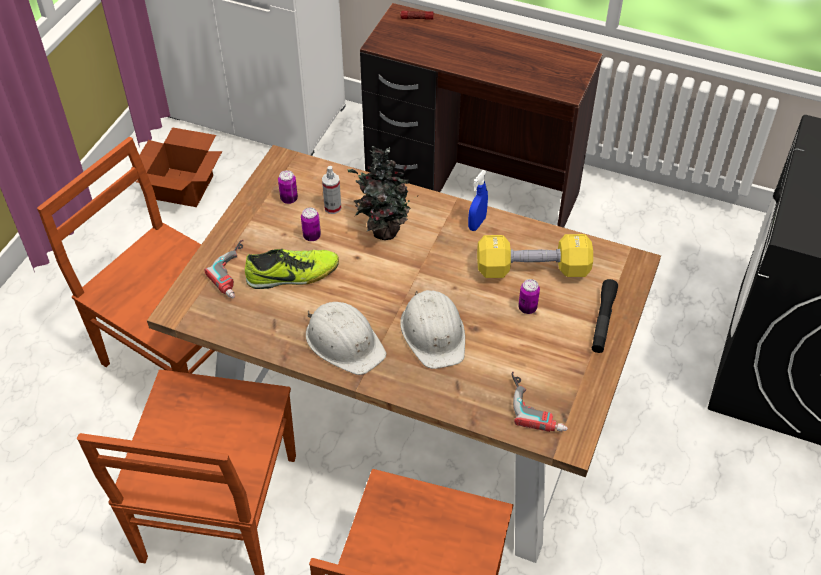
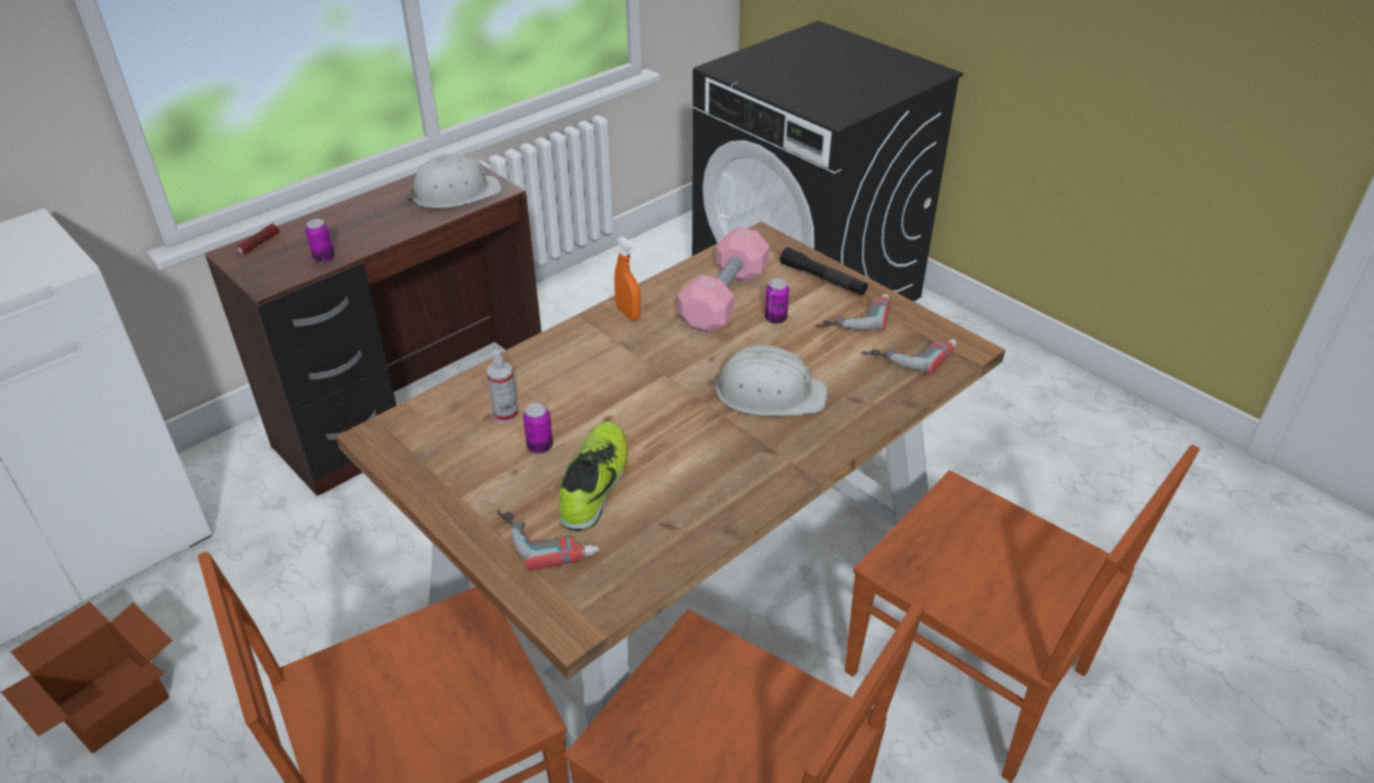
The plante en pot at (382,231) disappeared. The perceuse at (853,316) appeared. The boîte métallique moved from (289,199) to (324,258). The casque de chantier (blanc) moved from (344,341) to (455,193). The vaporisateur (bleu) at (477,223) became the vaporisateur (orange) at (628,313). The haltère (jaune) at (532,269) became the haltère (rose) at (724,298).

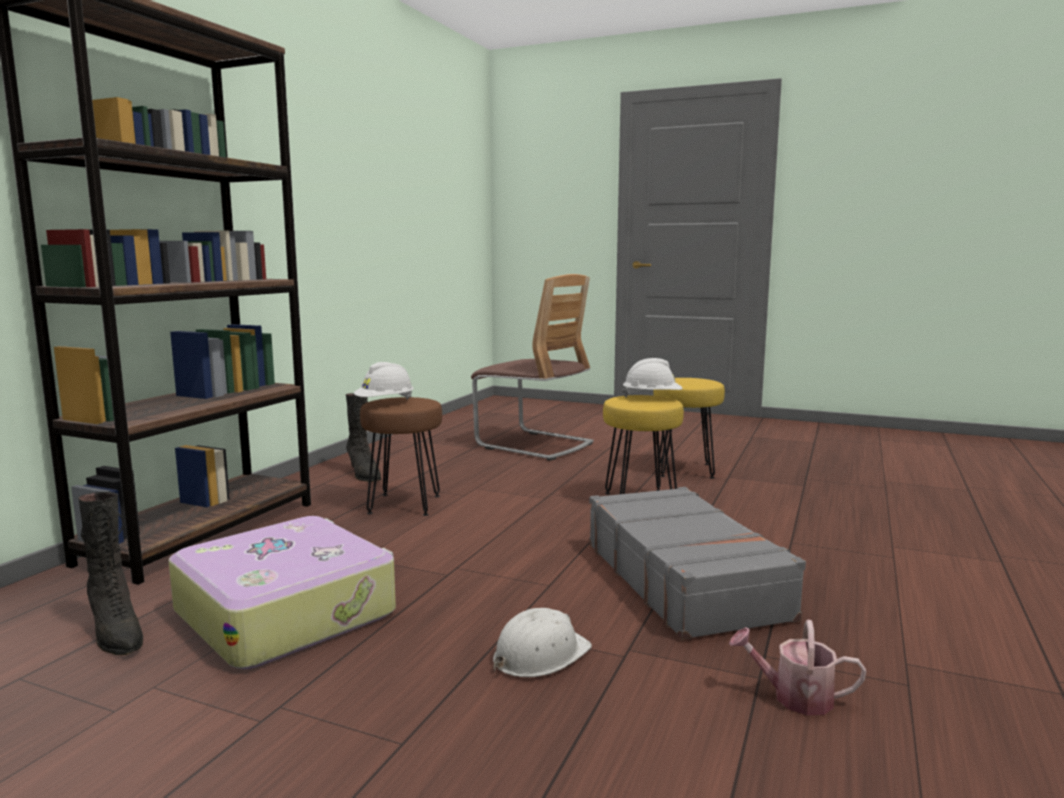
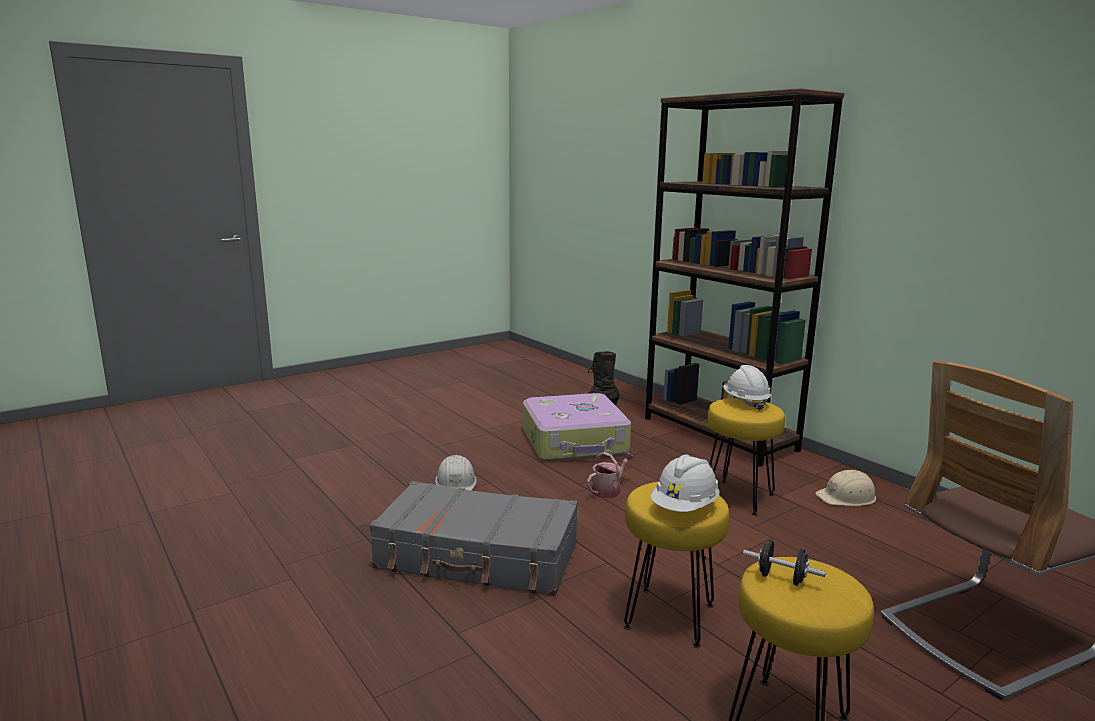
The haltère (noir) at (781,578) appeared. The arrosoir moved from (794,697) to (609,490). The botte (noir) at (364,474) was replaced by the casque de chantier (beige) at (847,497). The tabouret (marron) at (405,504) became the tabouret (jaune) at (738,498).

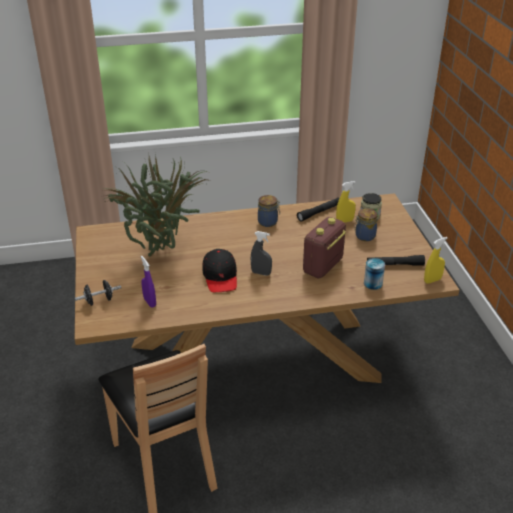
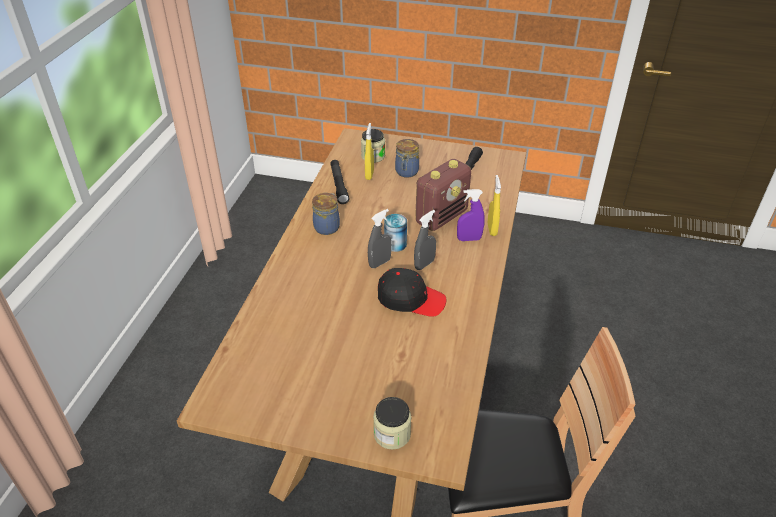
The plante en pot at (163,252) disappeared. The vaporisateur (gris) at (379,263) appeared. The vaporisateur (violet) moved from (149,302) to (469,239). The boîte métallique moved from (373,283) to (395,244). The vaporisateur (jaune) moved from (432,280) to (492,229). The haltère (noir) at (99,301) was replaced by the bocal at (392,434). The radio at (322,267) turned 105 degrees counterclockwise.

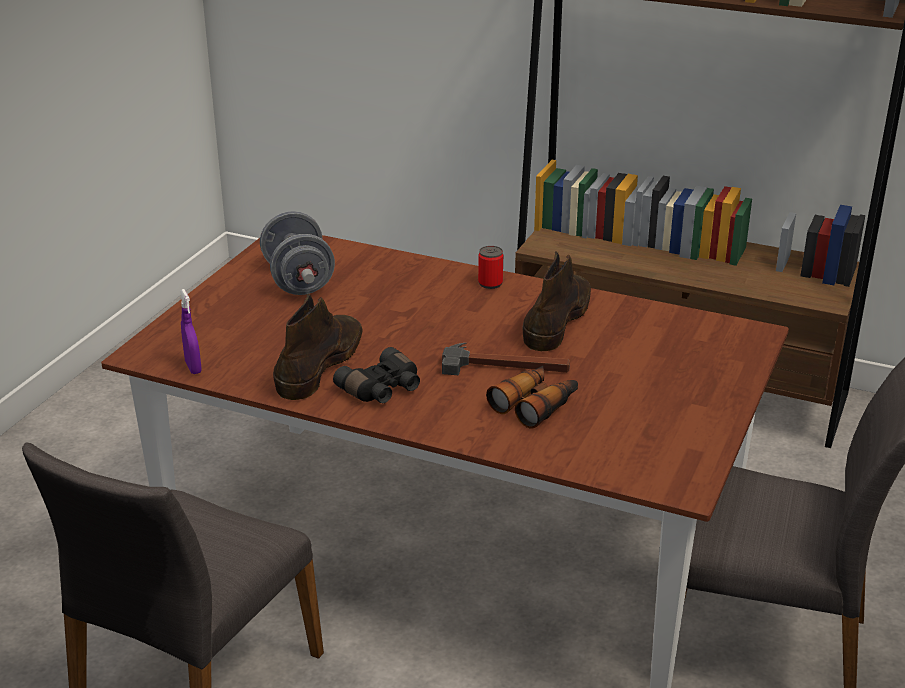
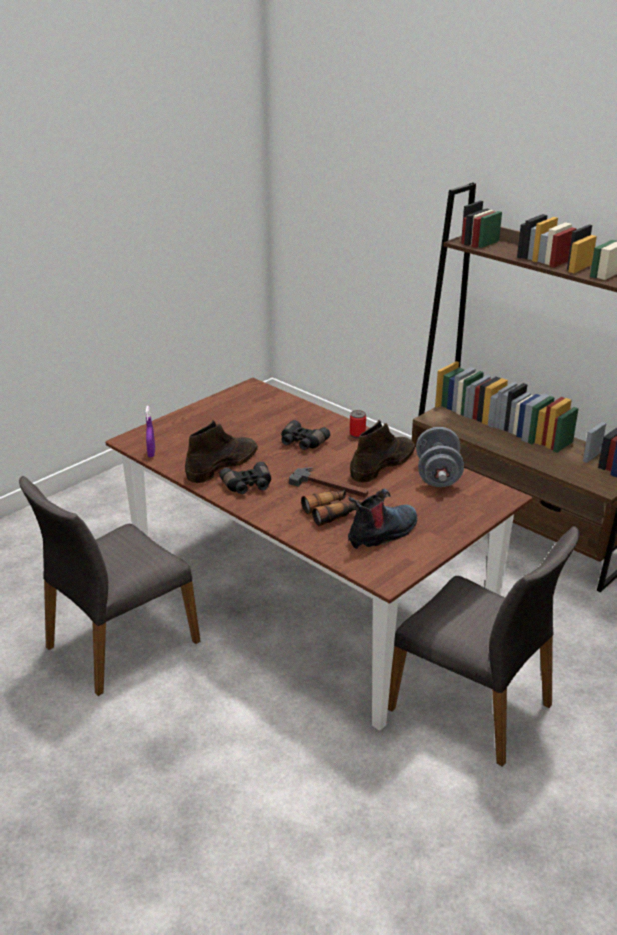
The jumelles (noir) at (302,443) appeared. The botte at (383,534) appeared. The haltère (gris) moved from (298,280) to (438,475).

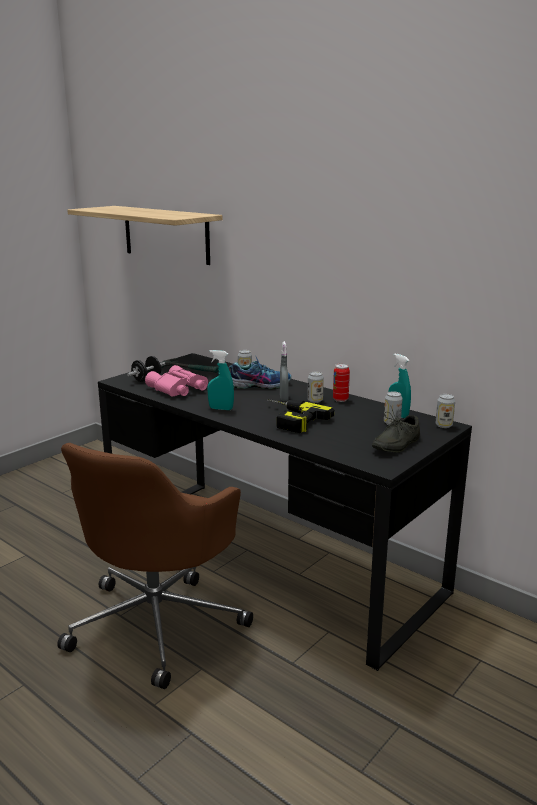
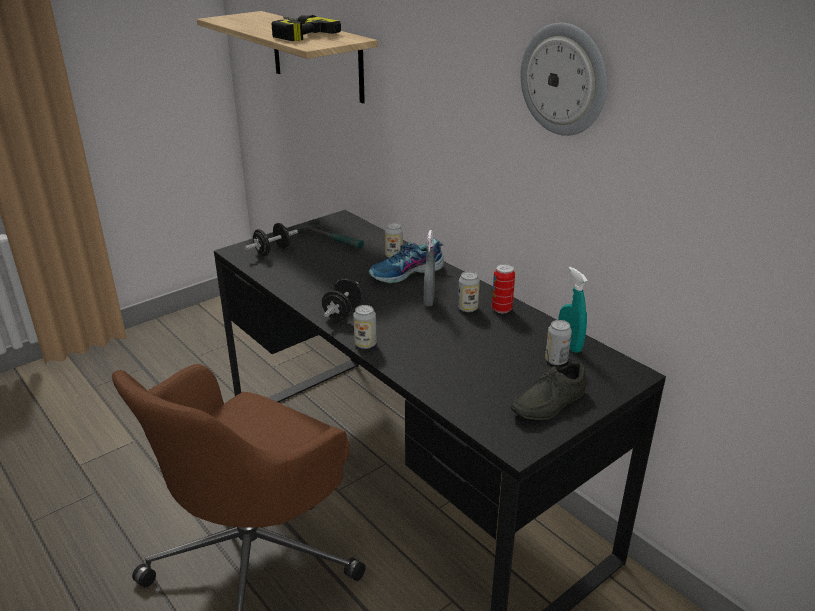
The jumelles (rose) at (178,389) disappeared. The horloge murale at (564,80) appeared. The perceuse moved from (288,419) to (294,33). The boîte métallique moved from (444,425) to (365,344). The vaporisateur (turquoise) at (221,409) was replaced by the haltère (noir) at (343,312). The chaussure at (259,385) turned 150 degrees clockwise.

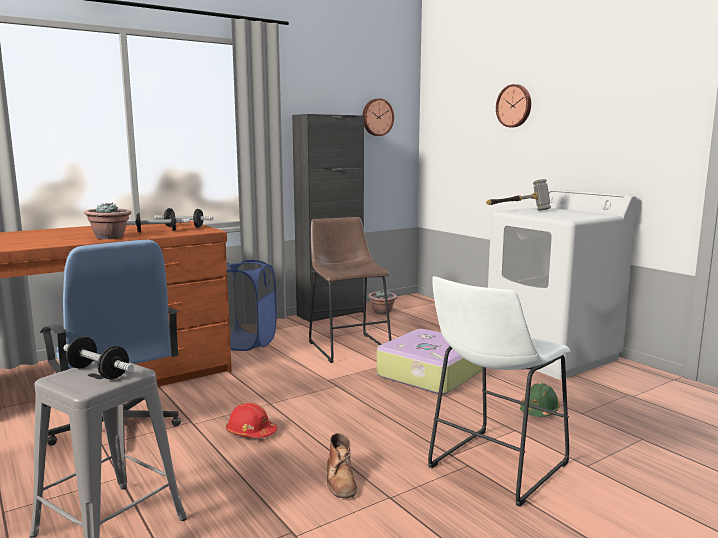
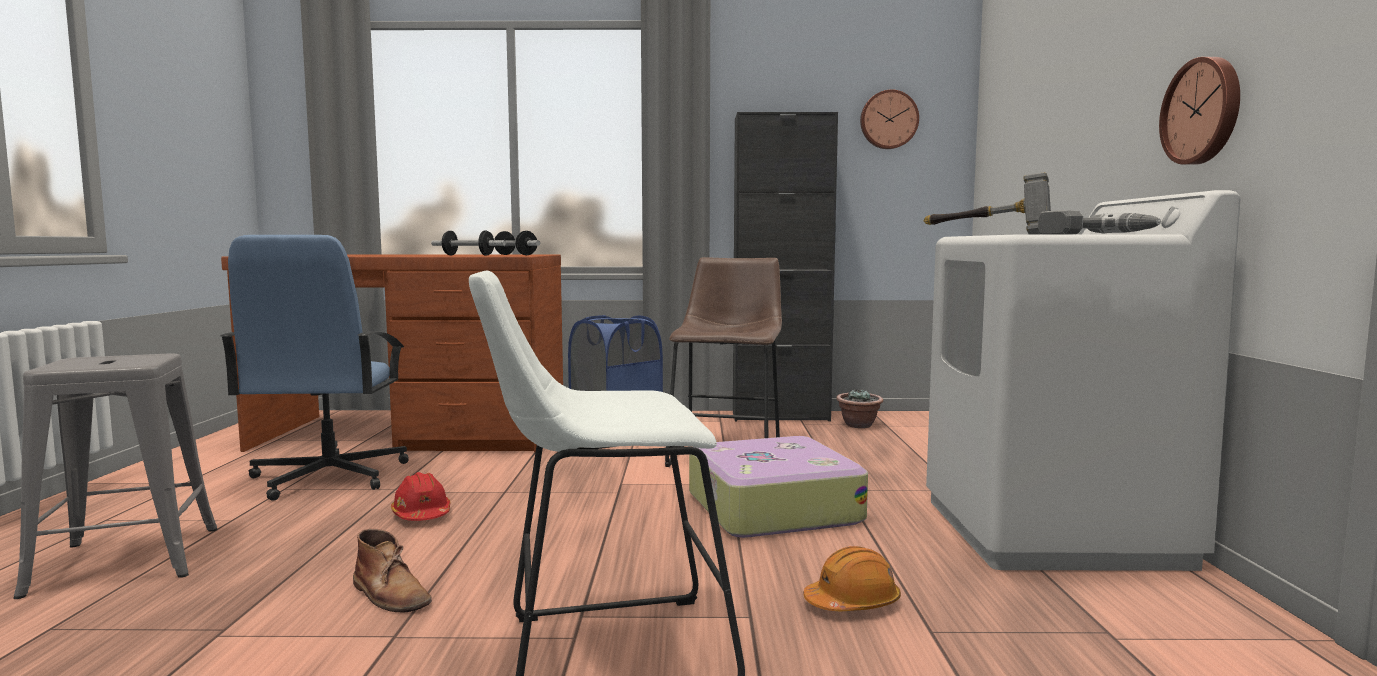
The haltère at (98,372) disappeared. The plante en pot at (110,237) disappeared. The perceuse at (1097,234) appeared. The horloge murale moved from (514,106) to (1203,111). The casque de chantier (vert) at (539,411) became the casque de chantier (orange) at (852,603). The botte (marron) at (340,480) turned 75 degrees counterclockwise.

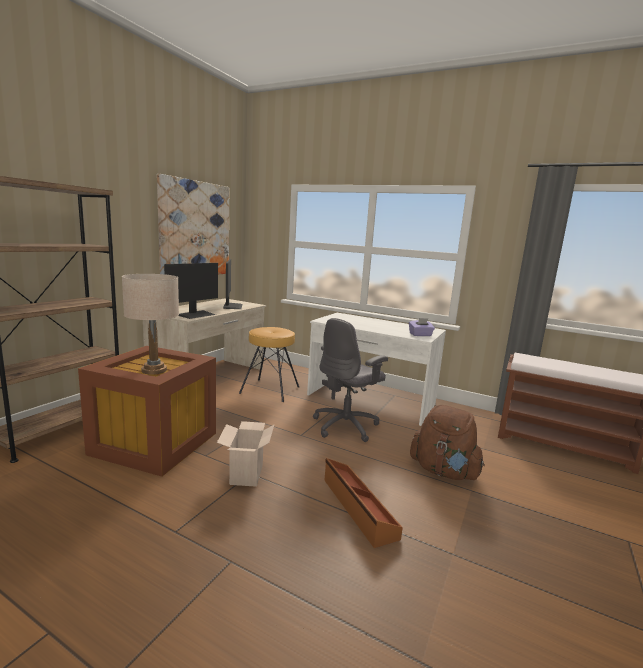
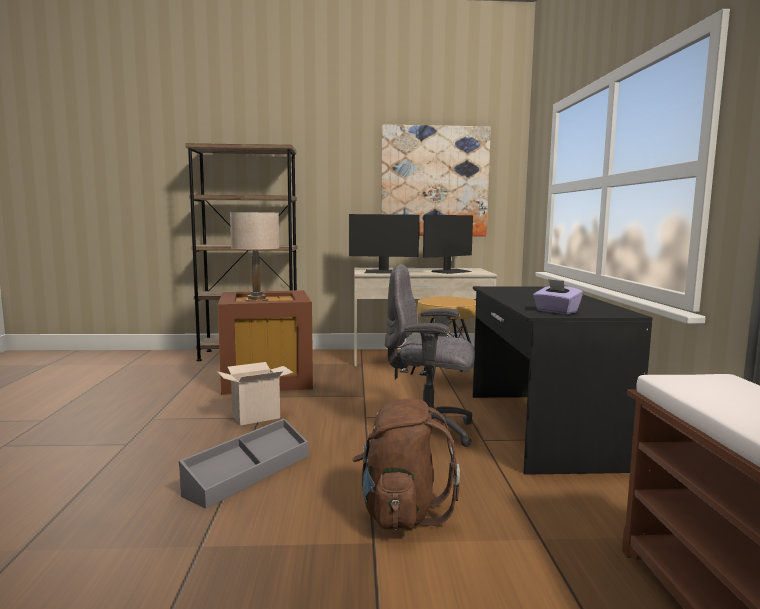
The bureau (blanc) at (370,400) became the bureau (noir) at (539,428). The boîte de rangement (marron) at (357,507) became the boîte de rangement (gris) at (248,474).

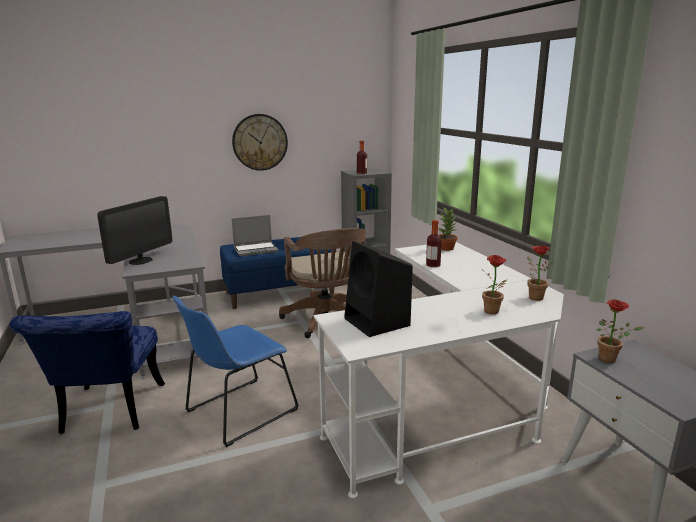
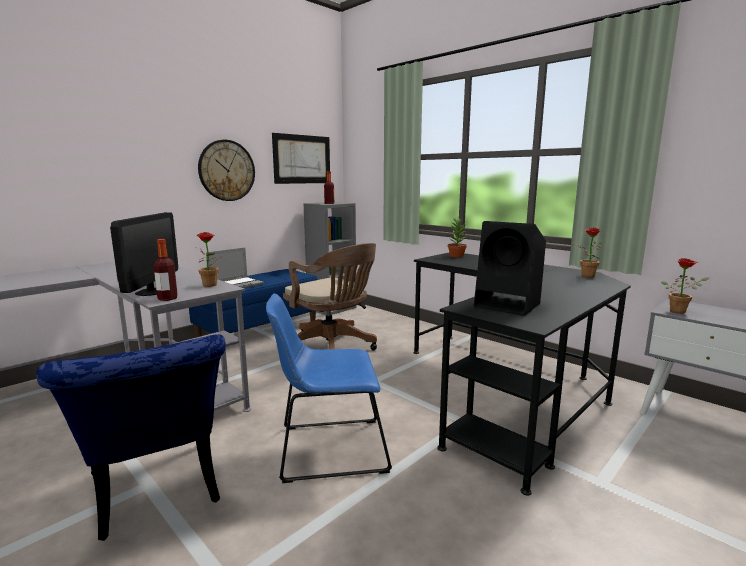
The tableau at (302,159) appeared. The bouteille moved from (433,265) to (167,298). The plante en pot moved from (493,312) to (211,285). The bureau (blanc) at (446,400) became the bureau (noir) at (509,390). The chaise (bleu) at (237,412) turned 60 degrees clockwise.

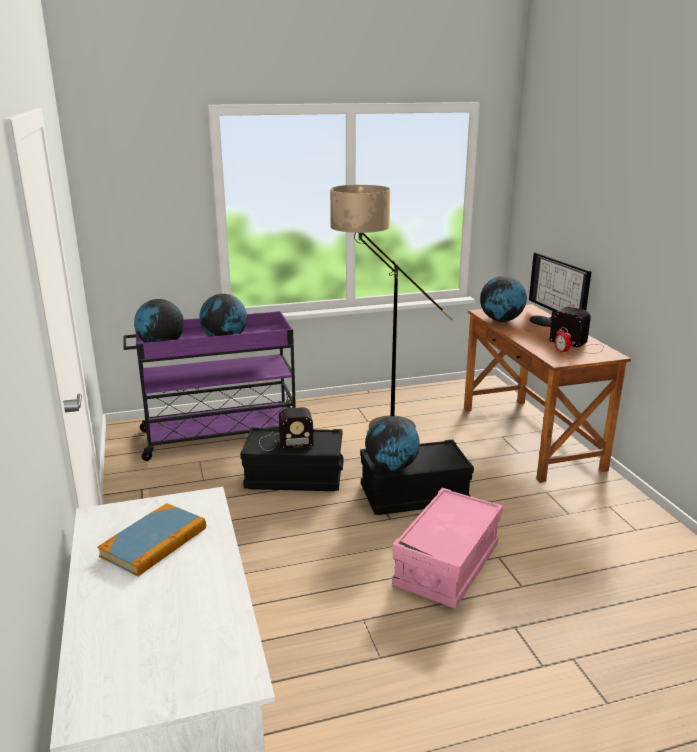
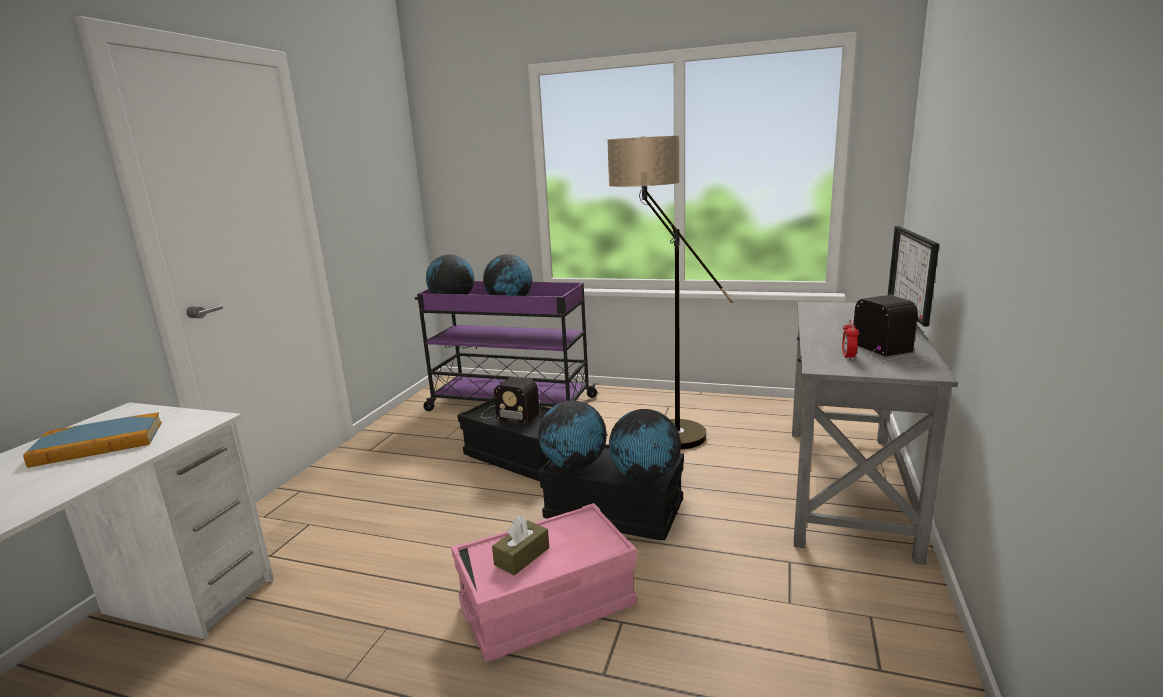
The boîte à mouchoirs (marron) at (522,556) appeared. The globe moved from (501,320) to (645,477). The bureau (marron) at (530,437) became the bureau (gris) at (847,487).

